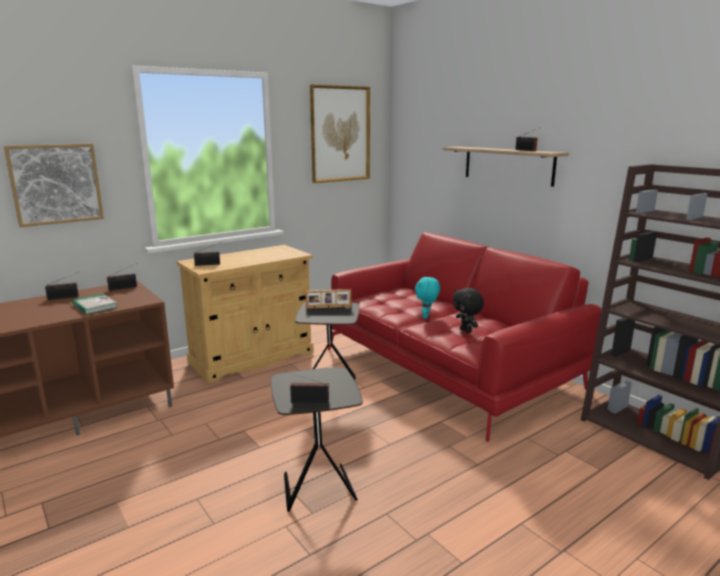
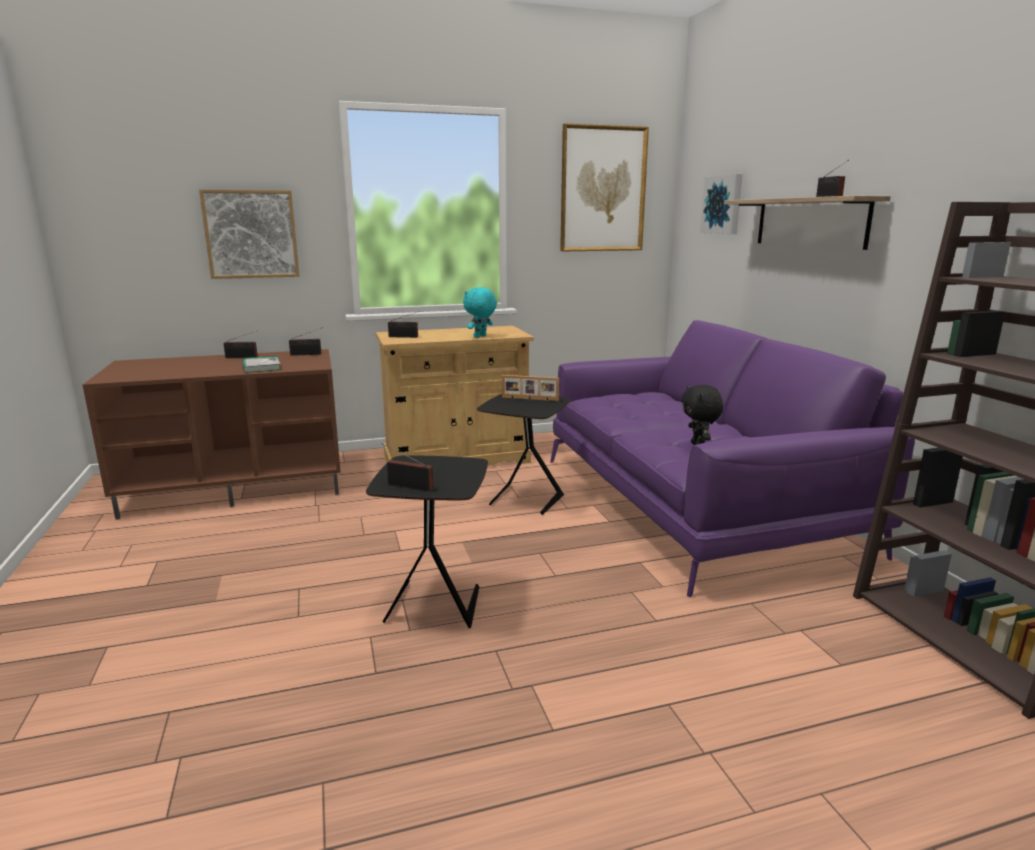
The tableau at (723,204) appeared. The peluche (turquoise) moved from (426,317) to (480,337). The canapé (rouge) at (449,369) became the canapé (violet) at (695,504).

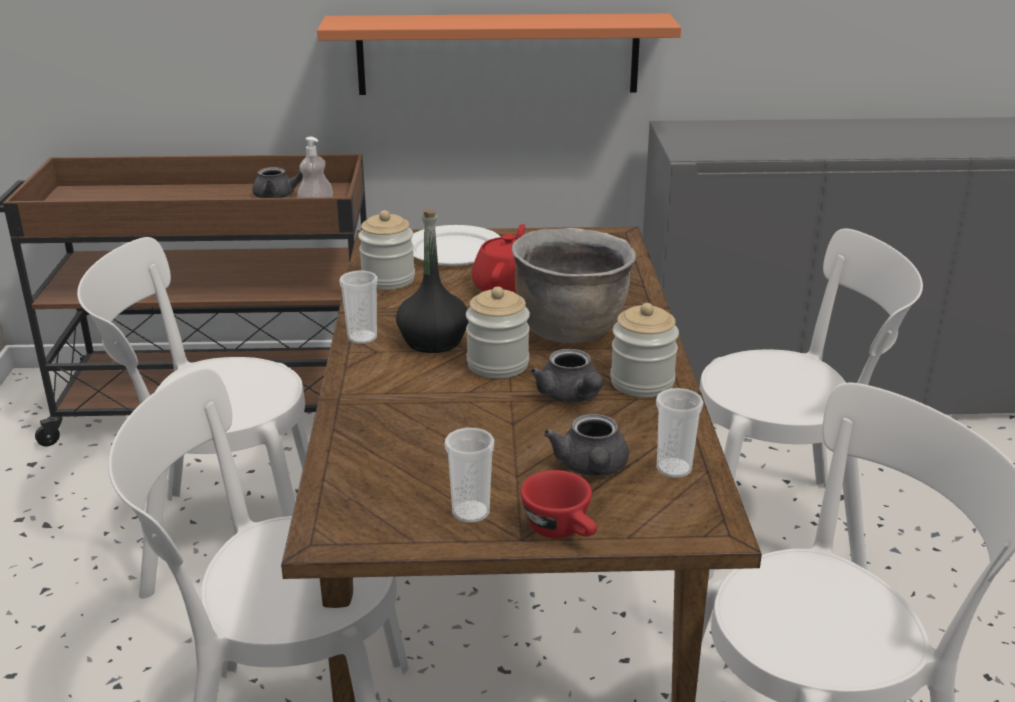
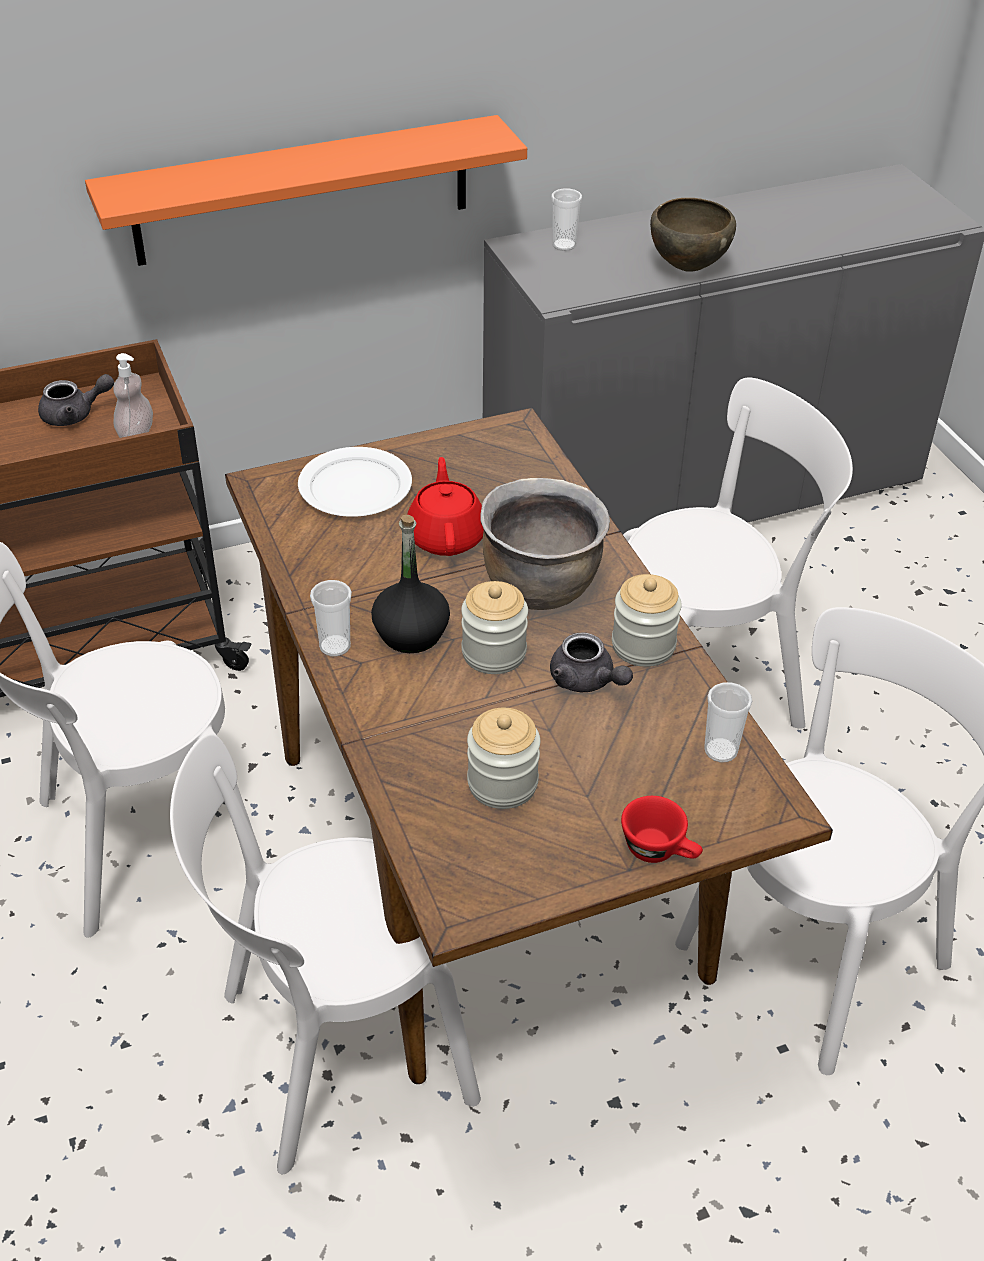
The théière (gris) at (591,468) disappeared. The bol (marron) at (687,267) appeared. The bocal moved from (388,279) to (502,783). The tasse moved from (470,512) to (564,245).

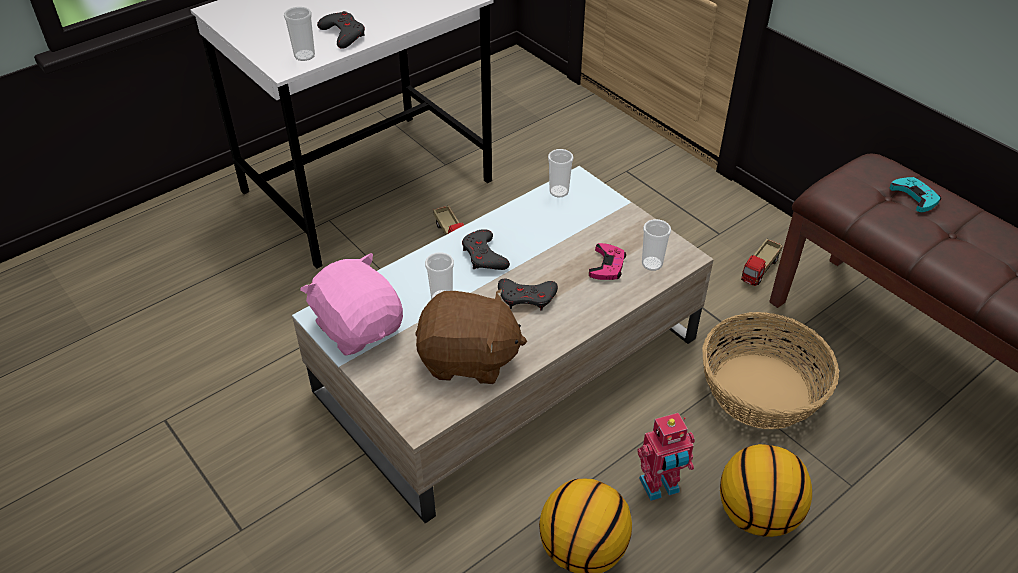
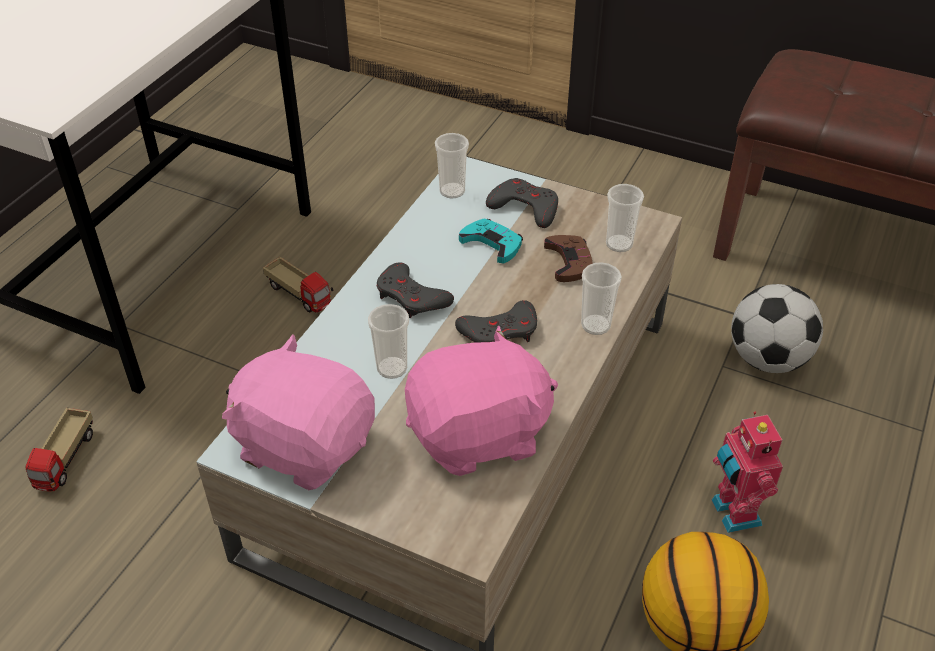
The ballon de basket at (757,514) disappeared. The tasse moved from (304,56) to (595,325). The manette (gris) moved from (343,34) to (525,208). The camion jouet moved from (760,270) to (66,460). The manette (turquoise) moved from (915,197) to (492,244). The panier at (762,391) was replaced by the ballon de foot at (768,359). The peluche (marron) at (468,359) became the peluche (rose) at (479,435). The manette (rose) at (607,265) became the manette (marron) at (569,262). The robot jouet at (660,487) turned 120 degrees clockwise.

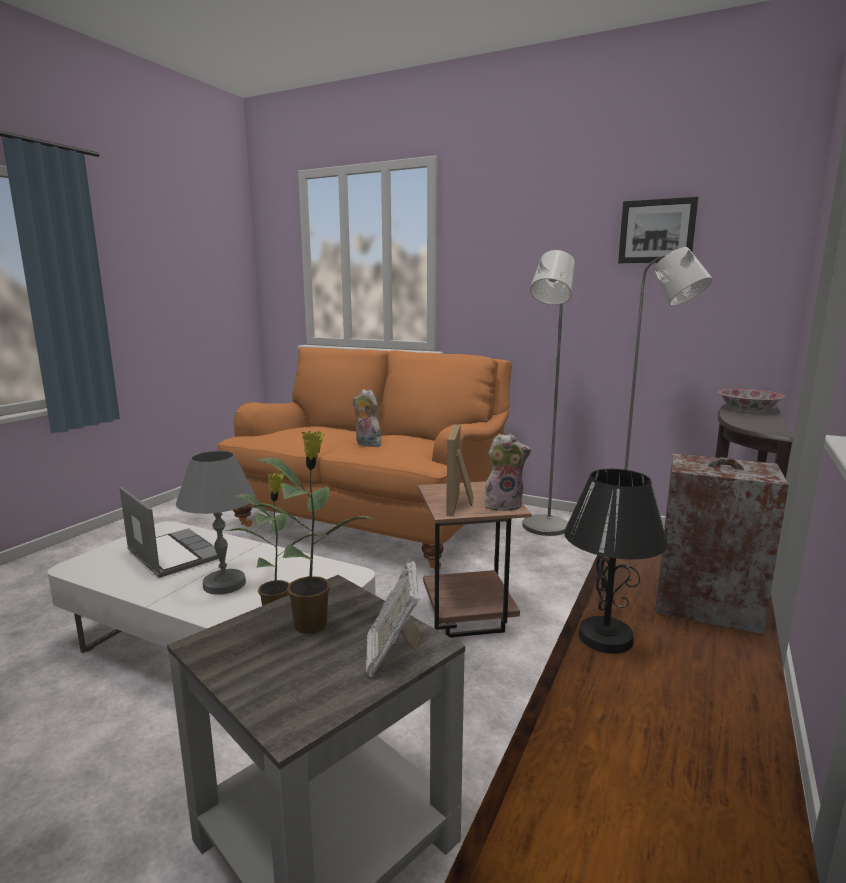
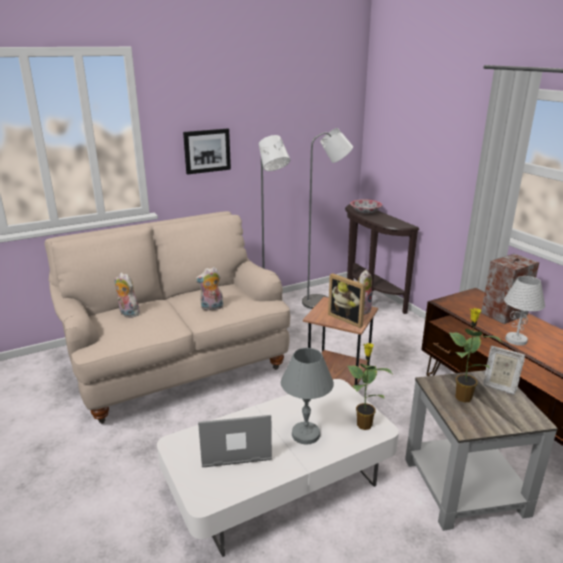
The peluche at (127,314) appeared. The tableau moved from (657,231) to (207,151). The canapé (orange) at (371,521) became the canapé (beige) at (176,365). The lampe de table (noir) at (604,637) became the lampe de table (blanc) at (516,340).

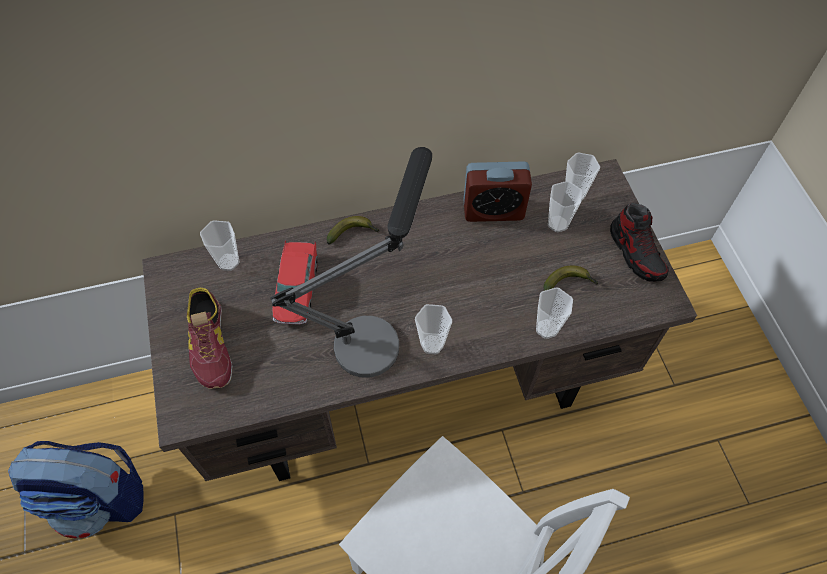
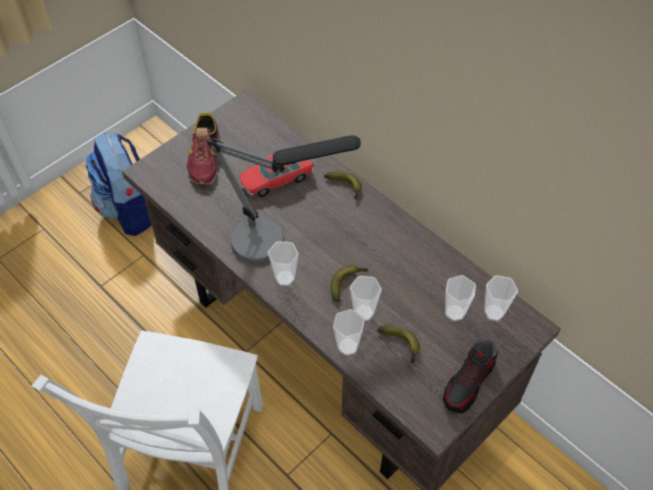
The réveil at (493,210) disappeared. The banane at (347,283) appeared. The tasse moved from (228,262) to (363,313). The chaussure at (211,345) turned 45 degrees counterclockwise.

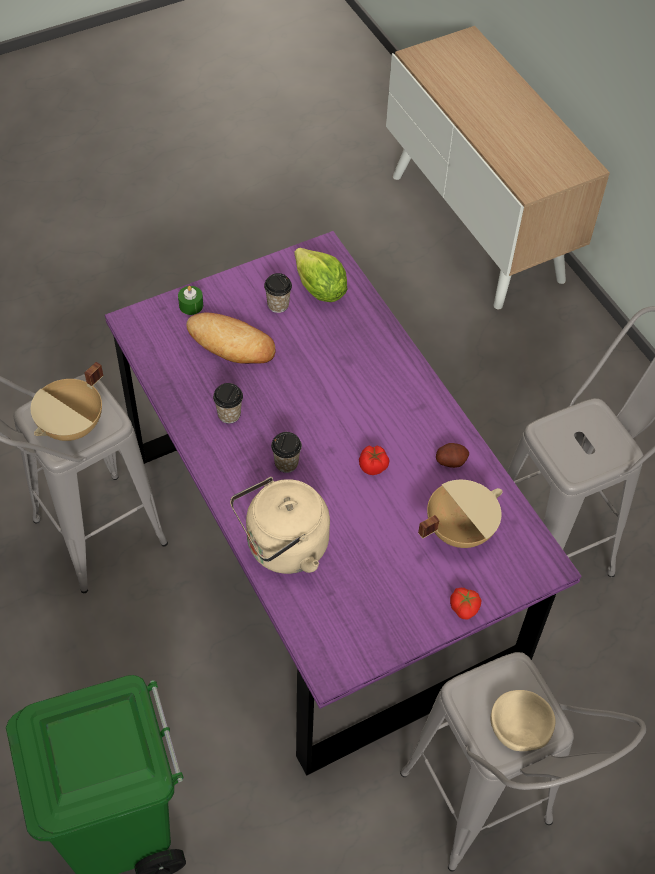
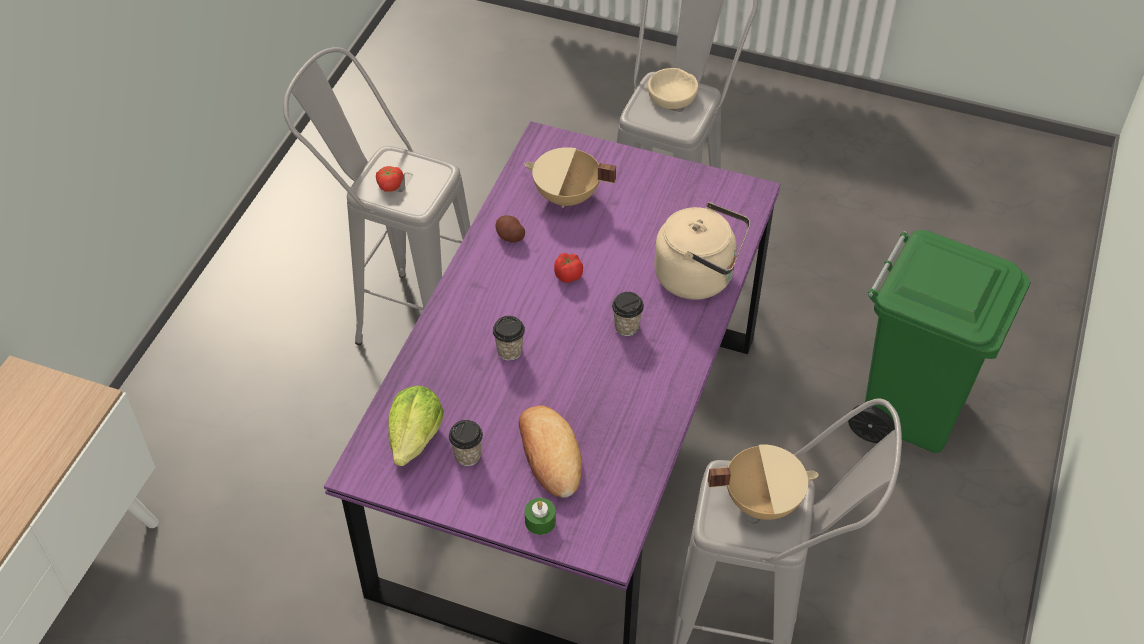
The tasse moved from (229,414) to (509,351). The tomate moved from (465,607) to (389,185).

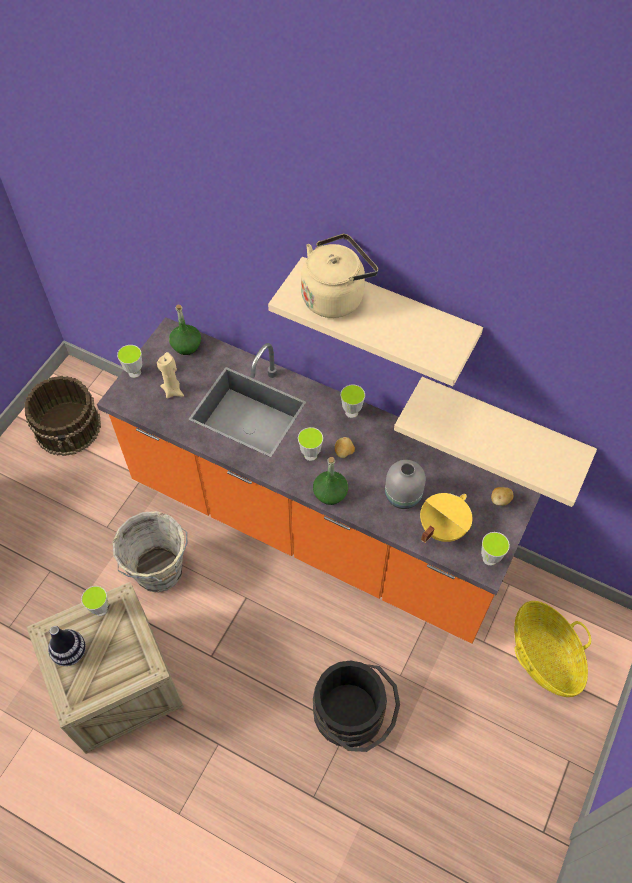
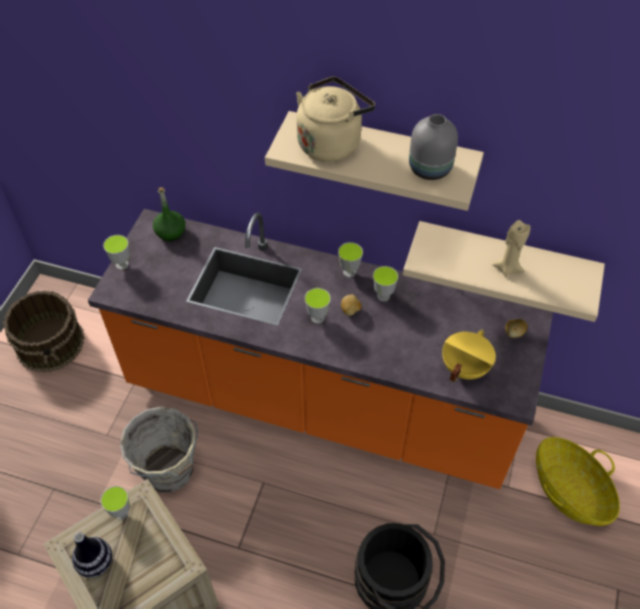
The bouteille (vert) at (330,493) disappeared. The bougie (beige) moved from (173,391) to (507,268). The vase (gris) moved from (401,495) to (428,169). The tasse moved from (489,559) to (383,296).

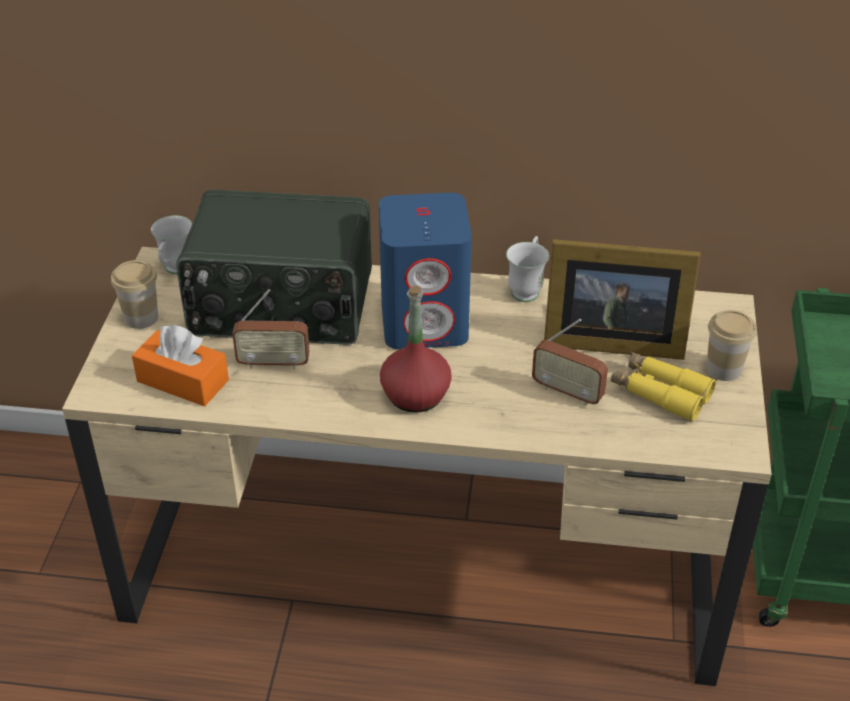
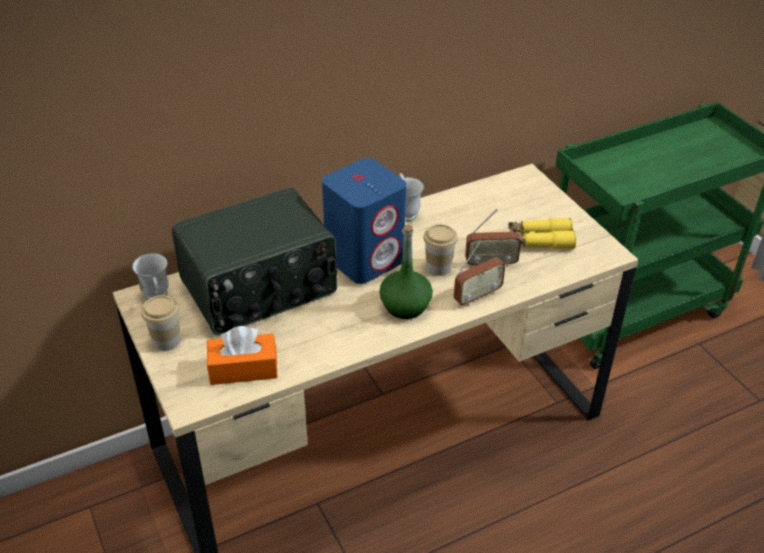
The cadre photo at (609,339) disappeared. The radio moved from (273,363) to (477,296). The tasse moved from (723,369) to (438,267). The bouteille (rouge) at (415,395) became the bouteille (vert) at (405,306).

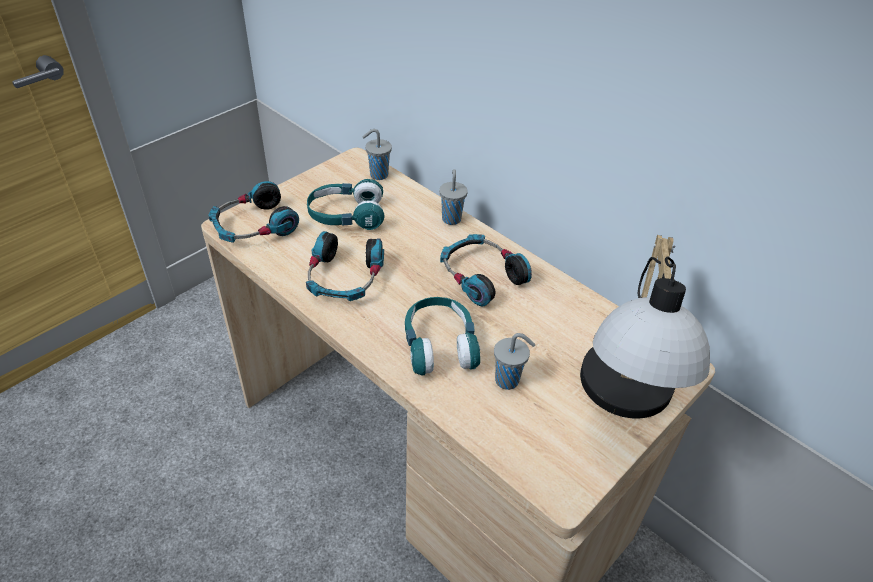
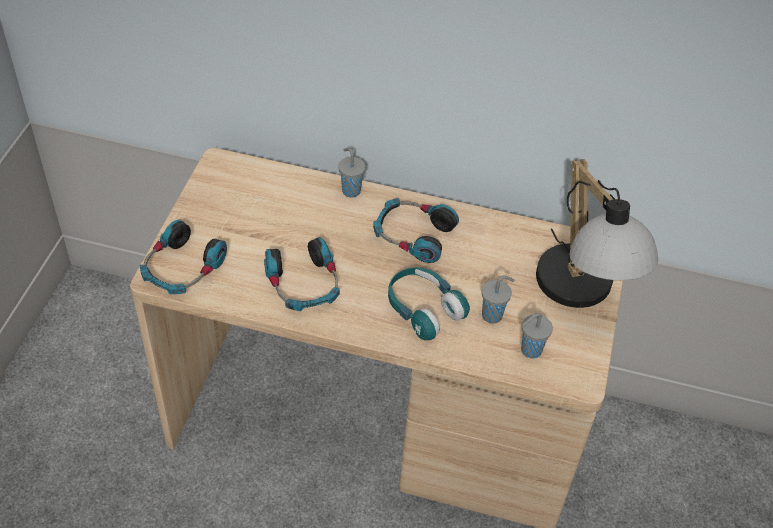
The casque audio (turquoise) at (346,216) disappeared. The tasse (gris) moved from (377,175) to (530,351).

